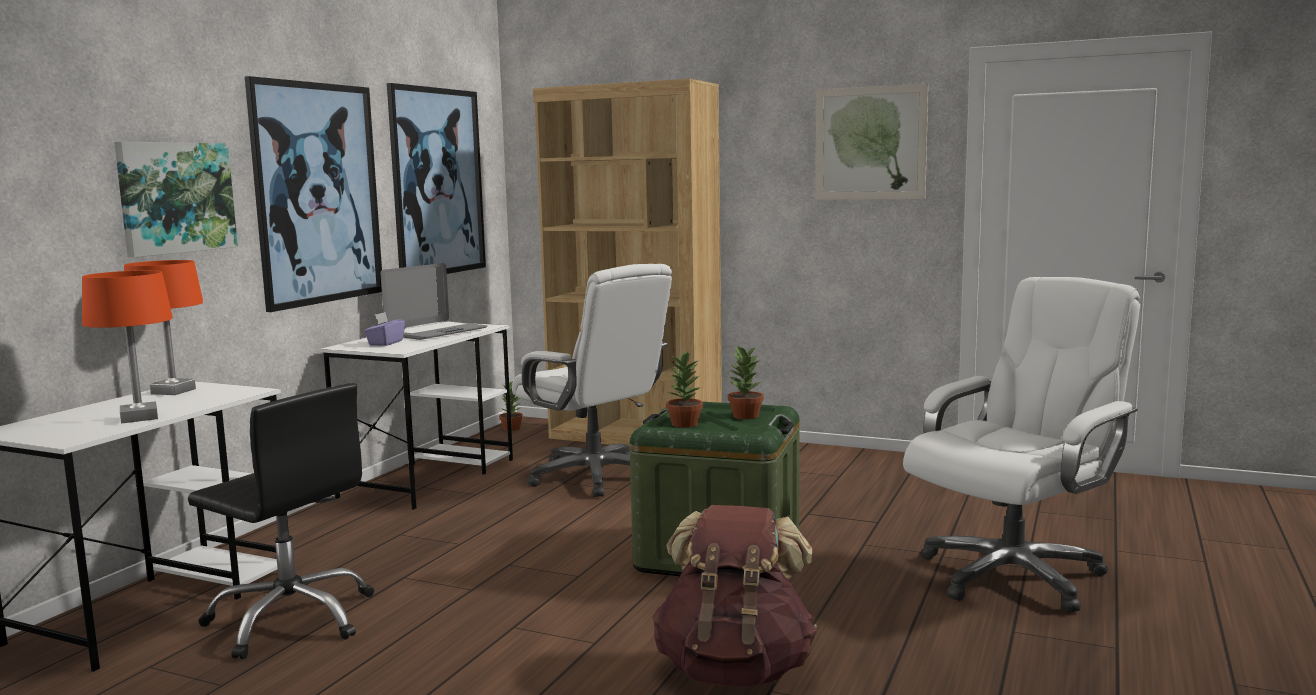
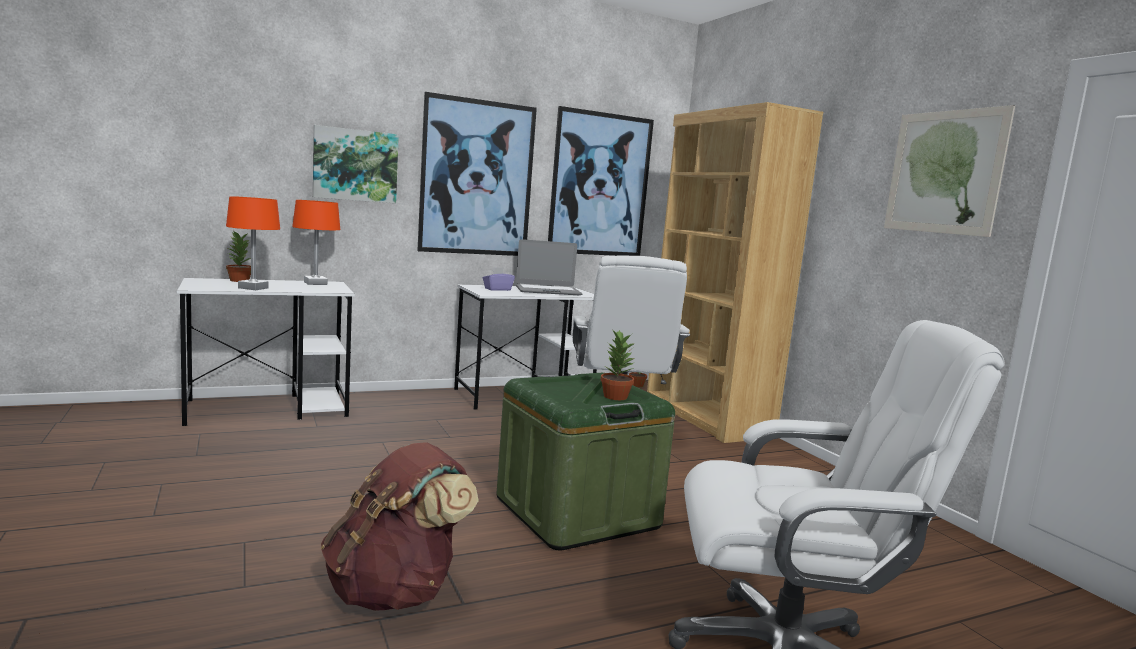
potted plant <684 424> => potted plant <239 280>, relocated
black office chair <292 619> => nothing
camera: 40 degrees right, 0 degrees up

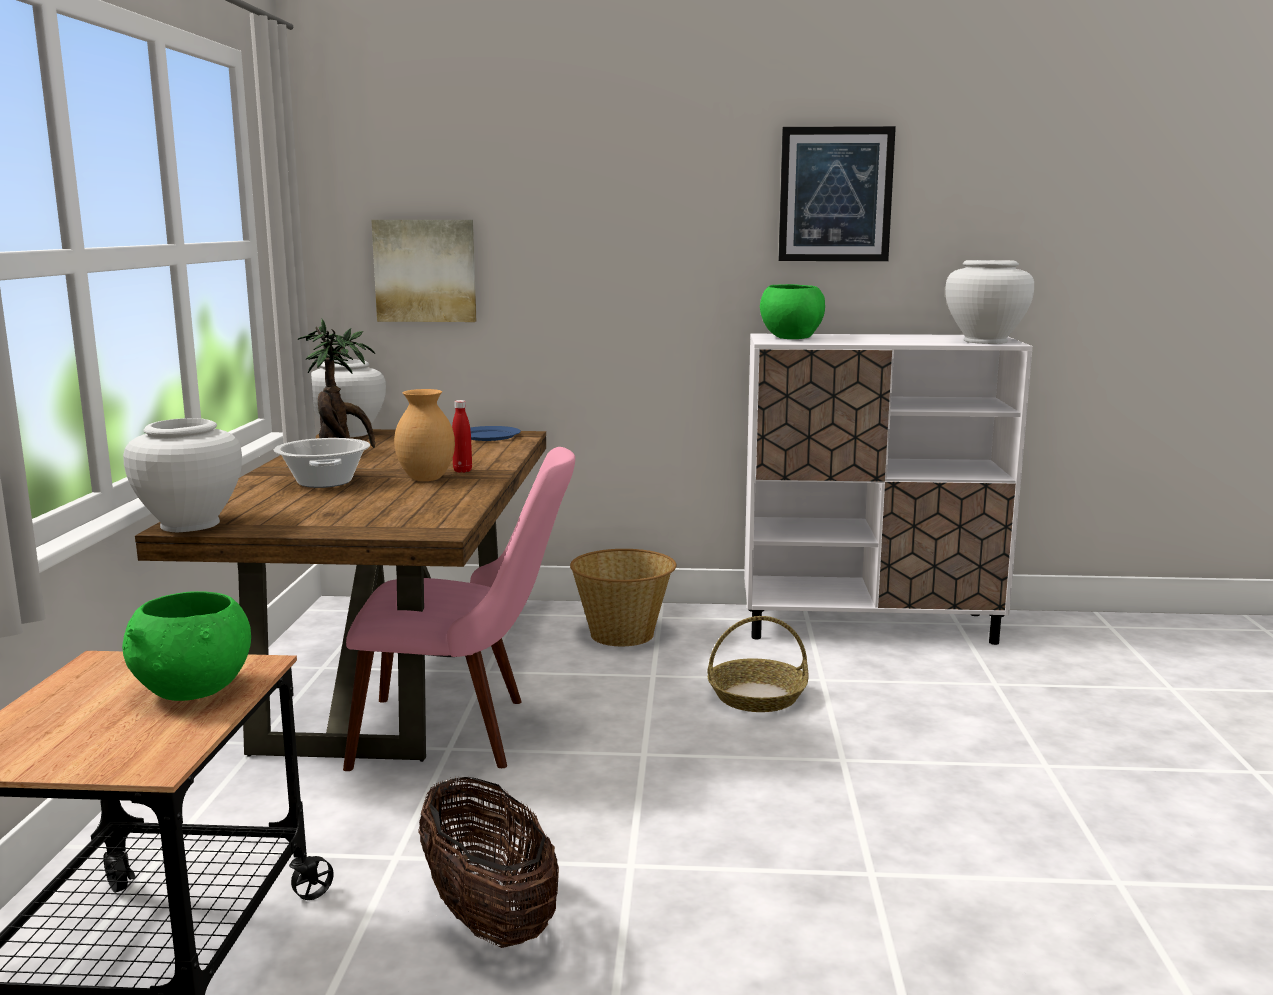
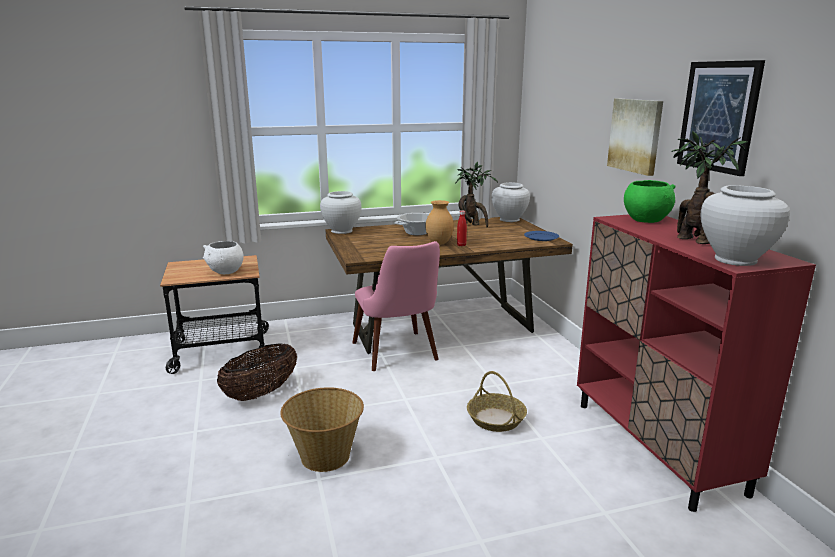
green bowl <194 691> => white bowl <225 272>
basket <623 635> => basket <325 457>, relocated
white cabinet <869 626> => red cabinet <657 446>
picture <425 270> => picture <636 135>, relocated
nothing => potted plant <691 240>
camera: 70 degrees right, 5 degrees up

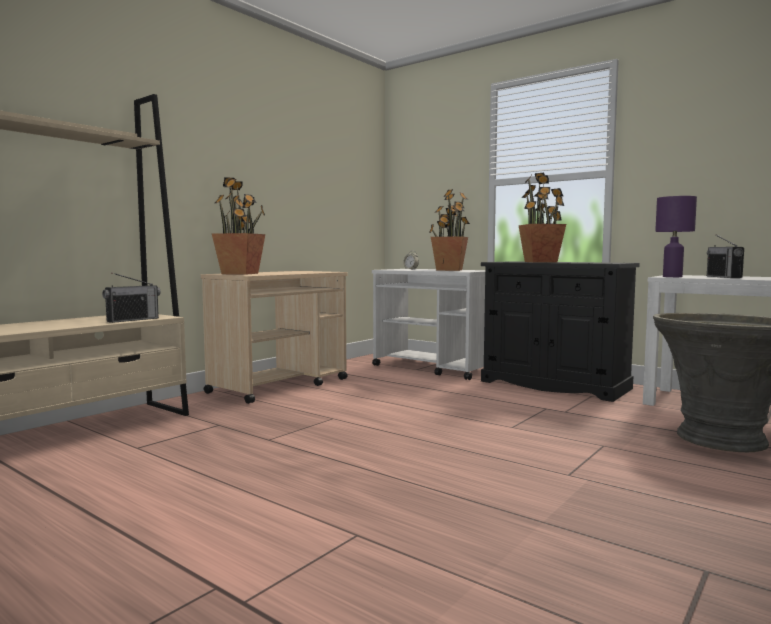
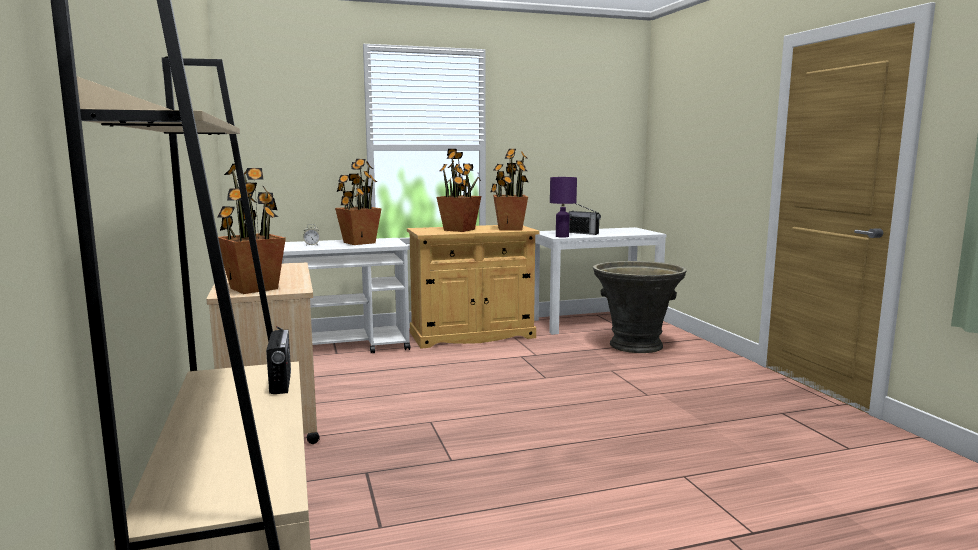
black cabinet <554 385> => beige cabinet <472 335>
nothing => potted plant <509 229>
camera: 55 degrees left, 5 degrees up

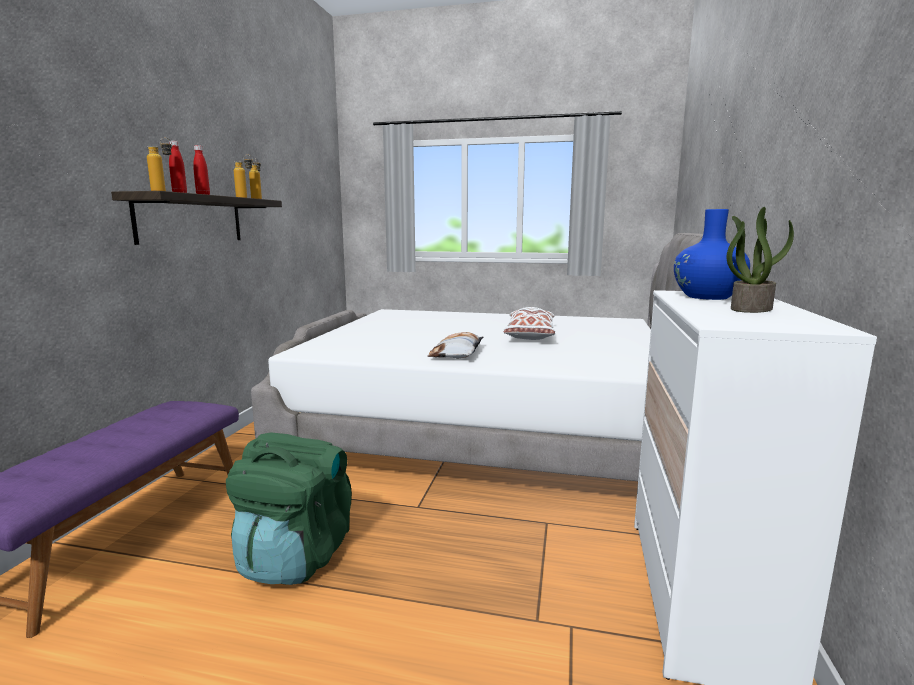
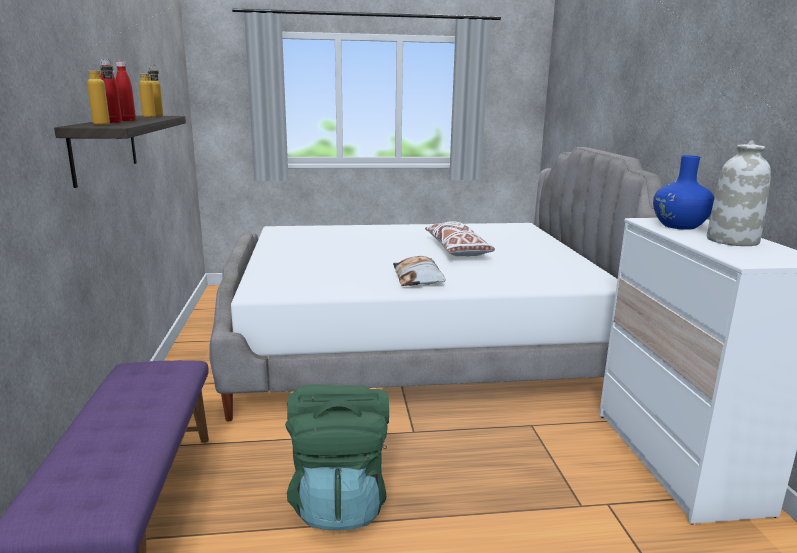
potted plant <750 309> => white vase <731 240>
camera: 20 degrees left, 5 degrees up

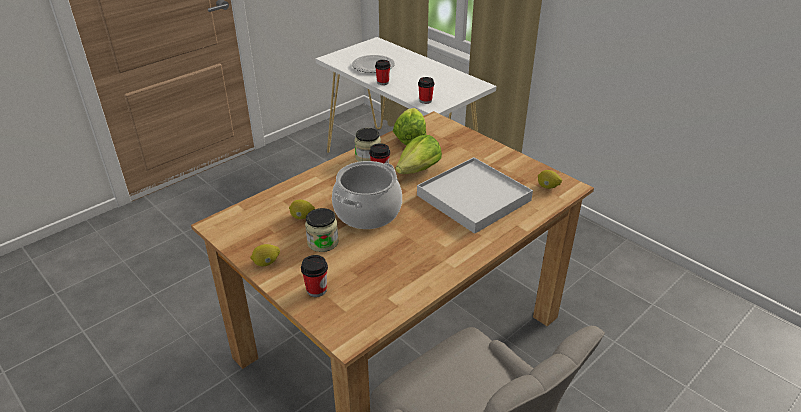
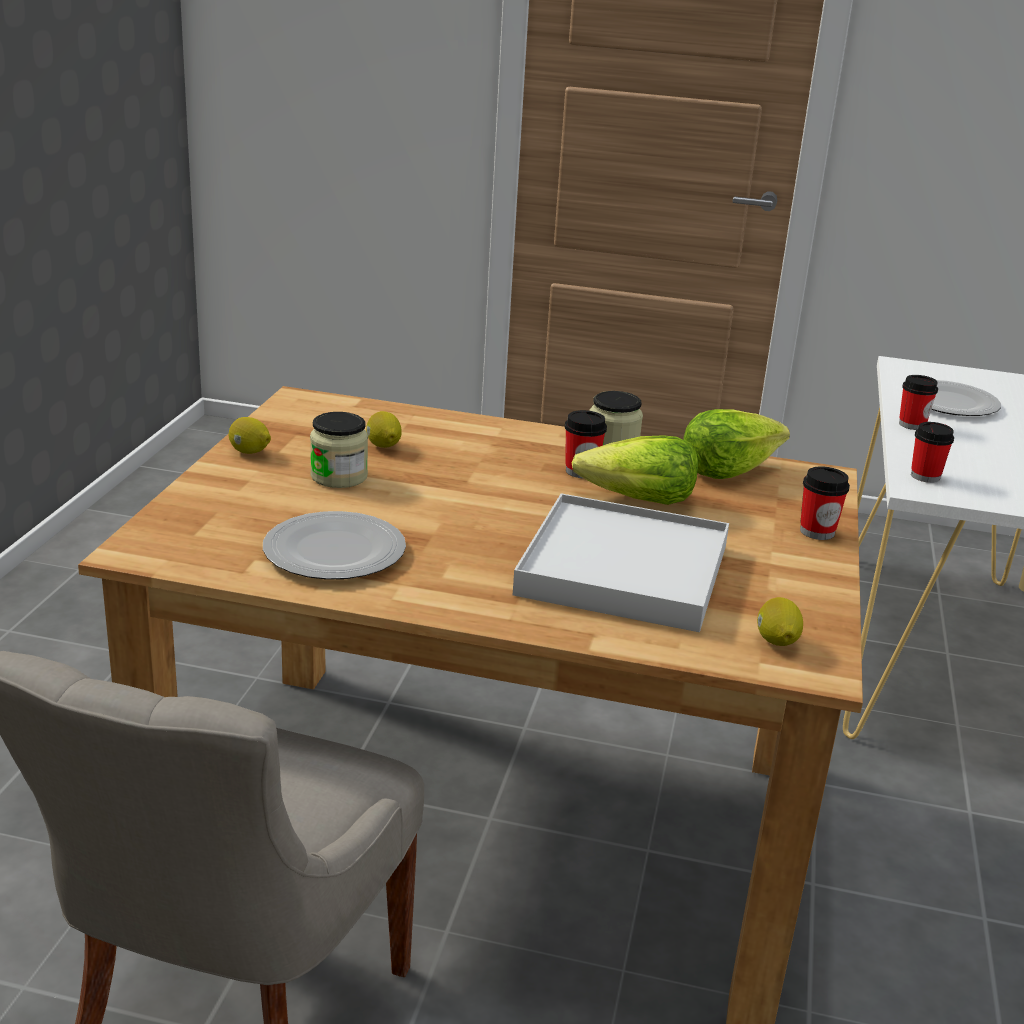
nothing => plate <335 550>
cup <316 290> => cup <817 531>, relocated
cooking pot <367 212> => nothing
camera: 55 degrees right, 10 degrees down

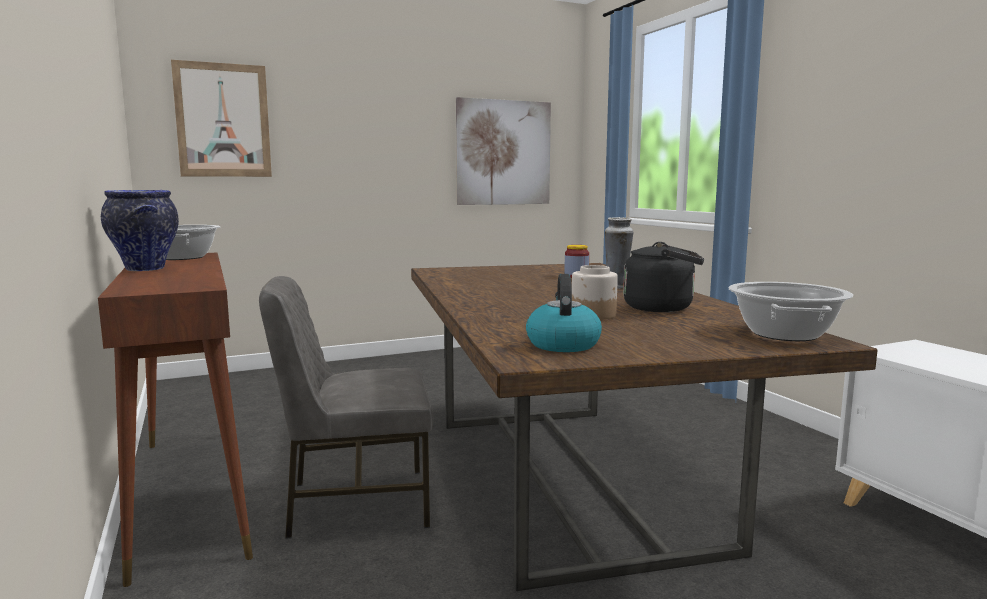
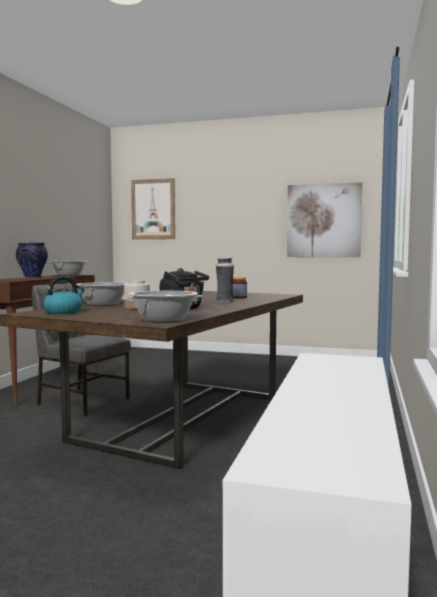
nothing => cooking pot <102 304>
camera: 40 degrees right, 5 degrees down

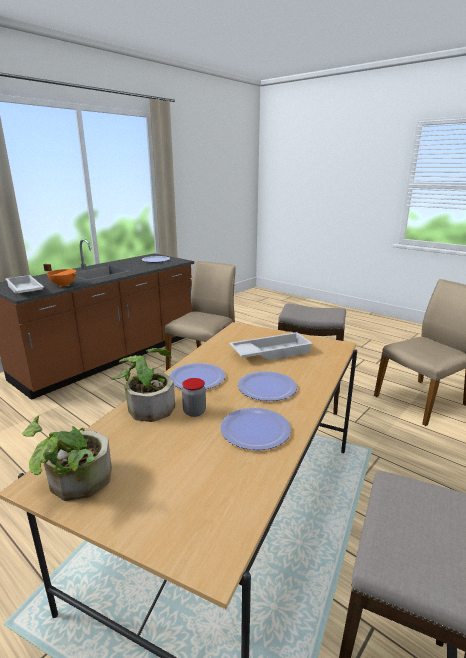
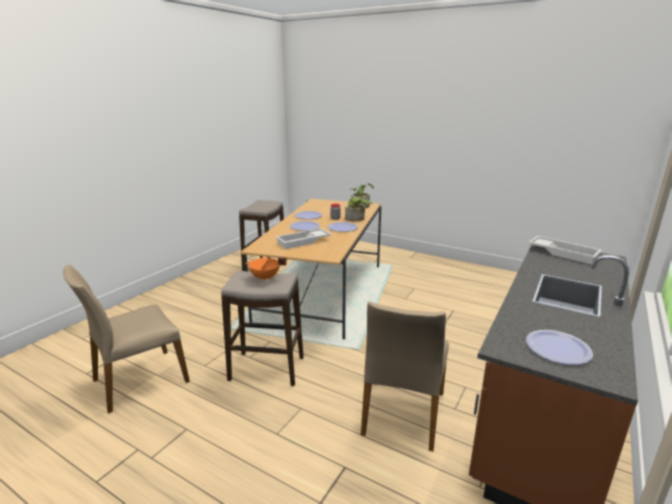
orange cooking pot <64 285> => orange cooking pot <265 278>, relocated
camera: 170 degrees right, 0 degrees up

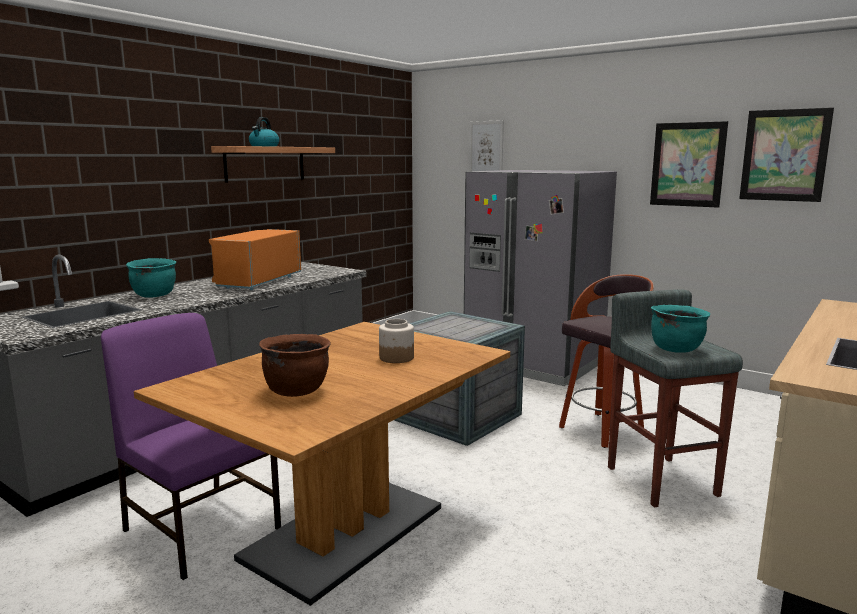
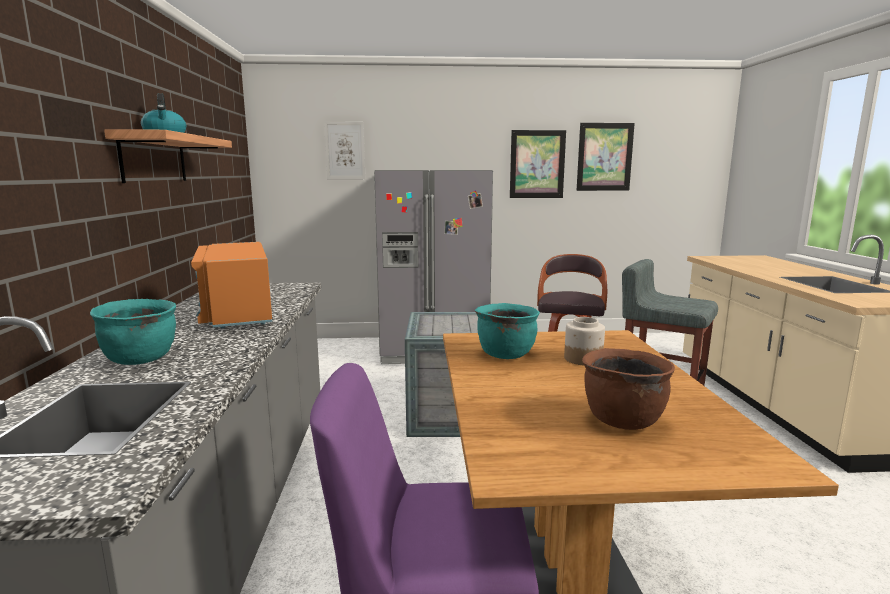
turquoise cooking pot <676 349> => turquoise cooking pot <505 354>, relocated
camera: 40 degrees left, 0 degrees up

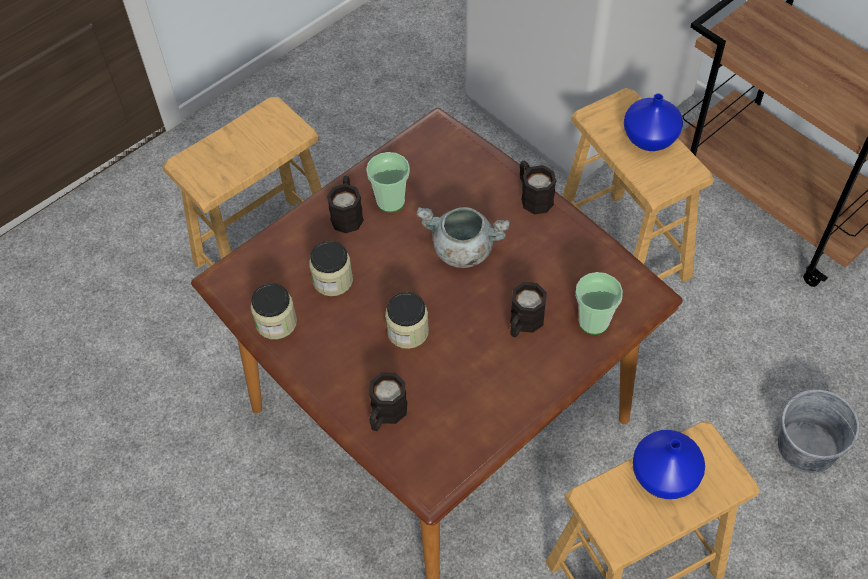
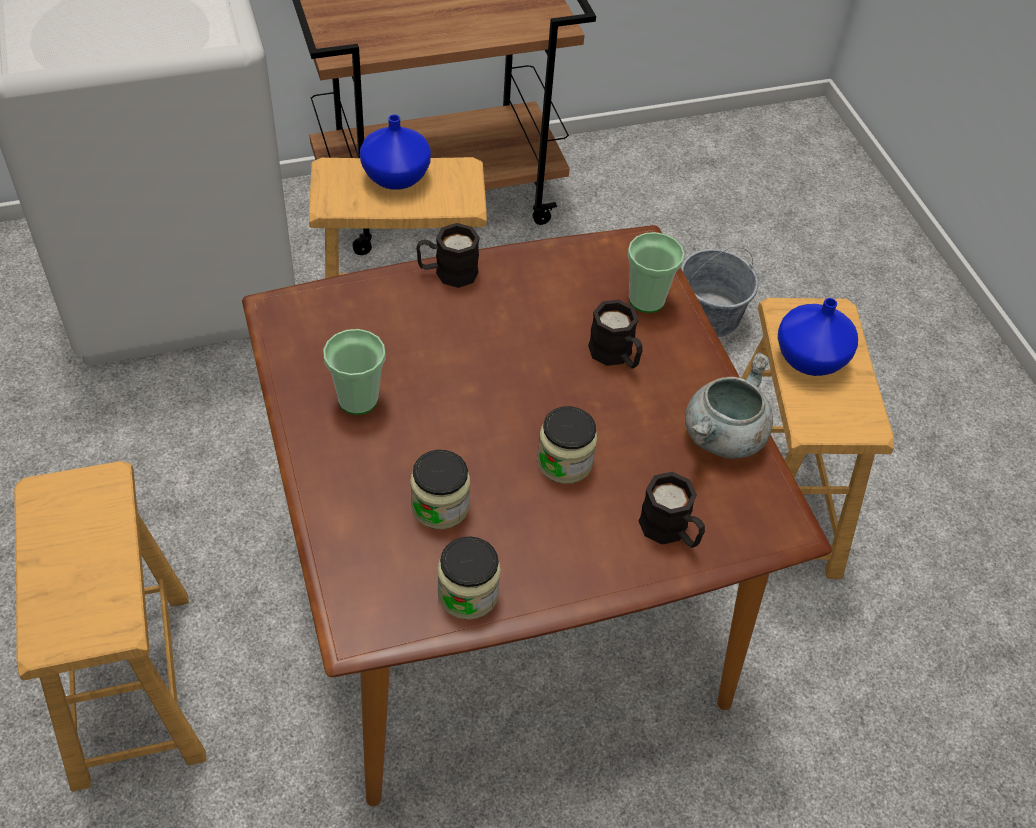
grey cooking pot <462 250> => grey cooking pot <723 437>, relocated
black mug <347 214> => nothing
camera: 70 degrees left, 5 degrees down

